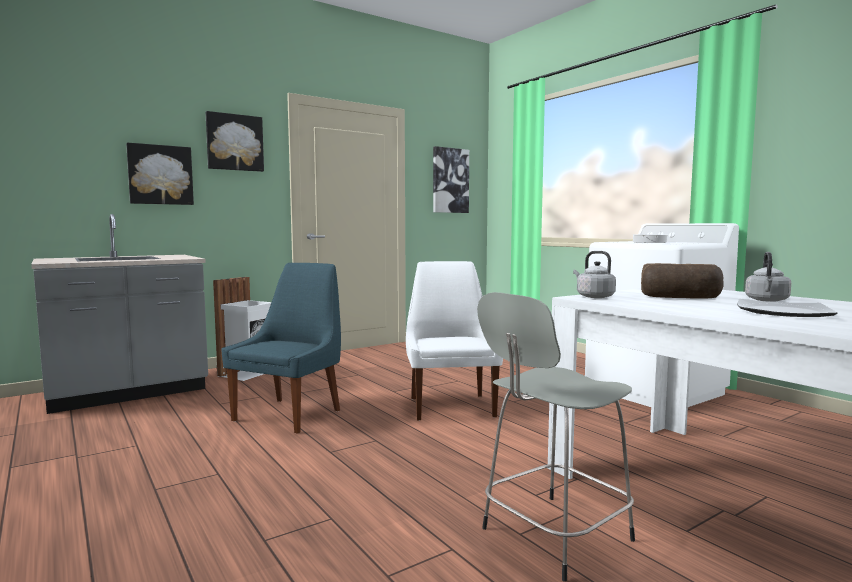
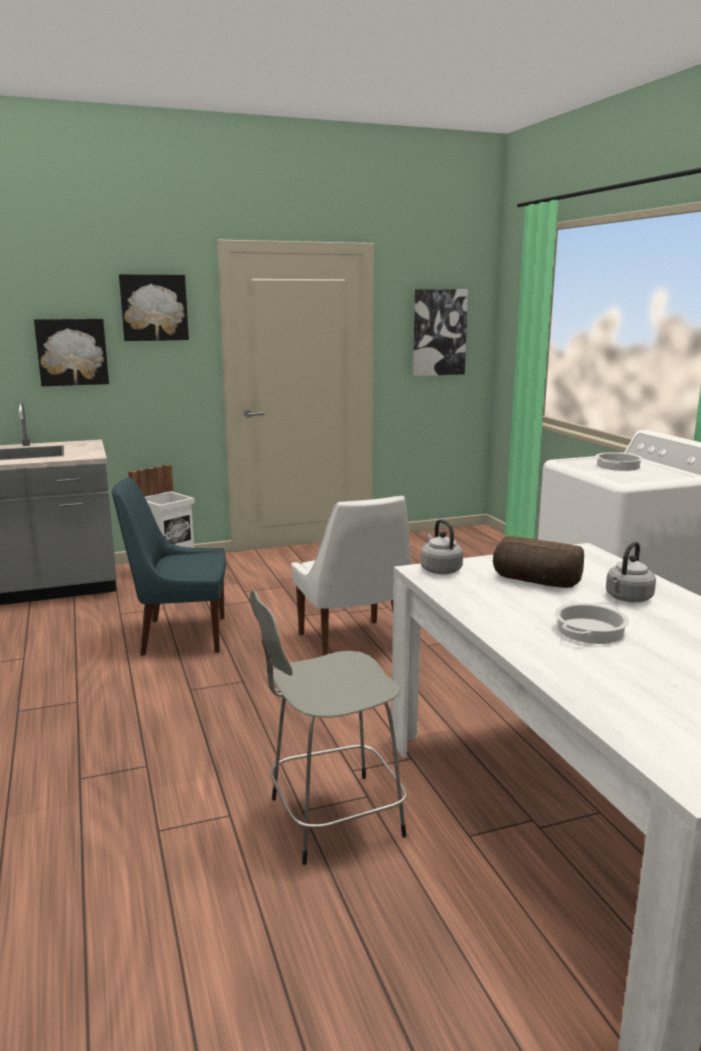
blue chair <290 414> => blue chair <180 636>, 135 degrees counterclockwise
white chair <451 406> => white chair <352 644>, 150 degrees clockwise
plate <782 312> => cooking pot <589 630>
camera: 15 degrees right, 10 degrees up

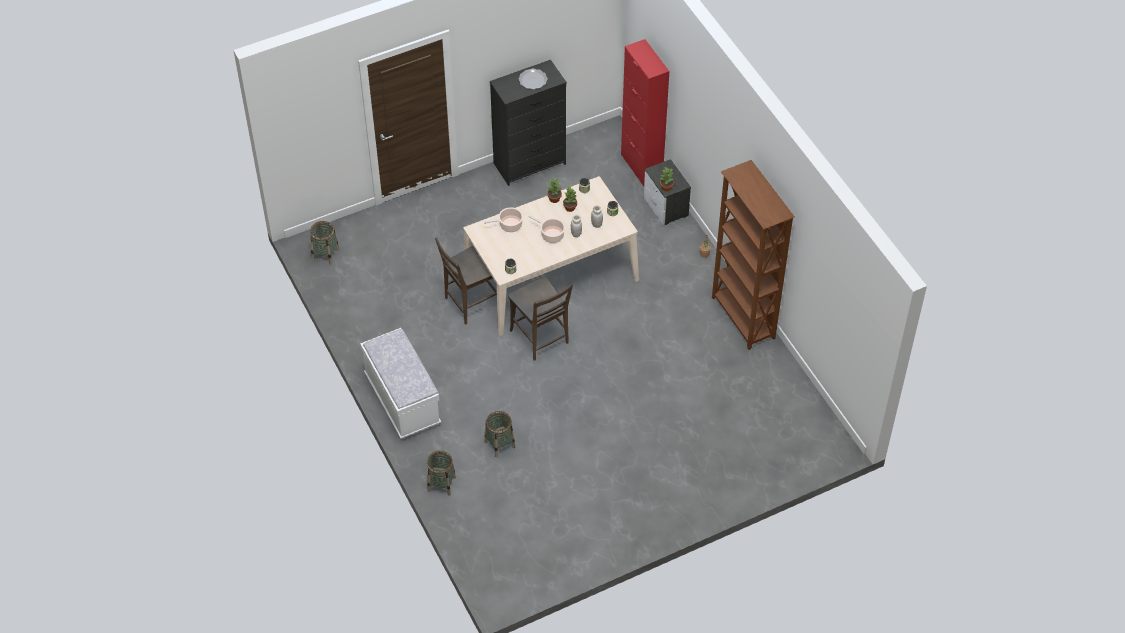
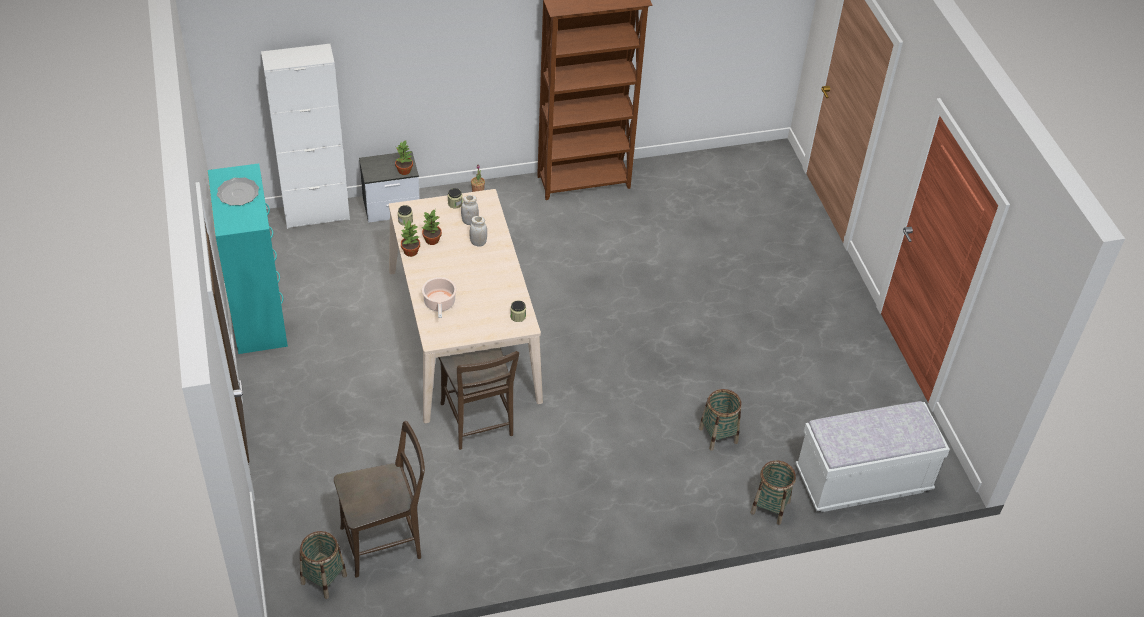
black dresser <530 163> => turquoise dresser <258 316>
red cabinet <641 167> => white cabinet <316 214>
brown chair <541 339> => brown chair <386 542>, relocated
white bench <402 400> => white bench <862 481>, relocated
cooking pot <551 235> => nothing
camera: 80 degrees left, 5 degrees down

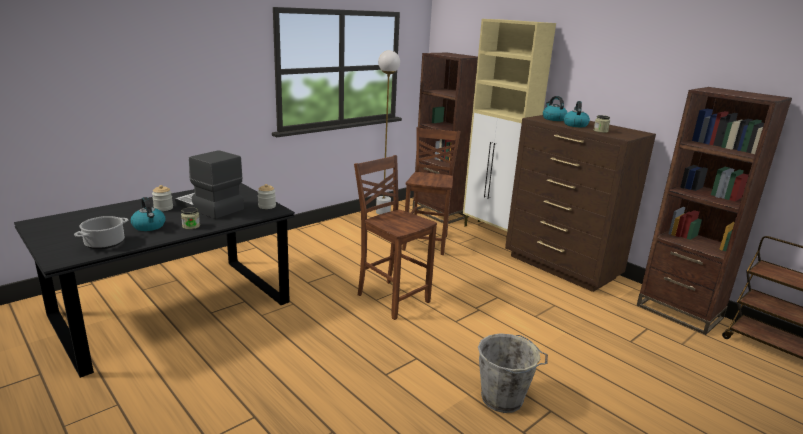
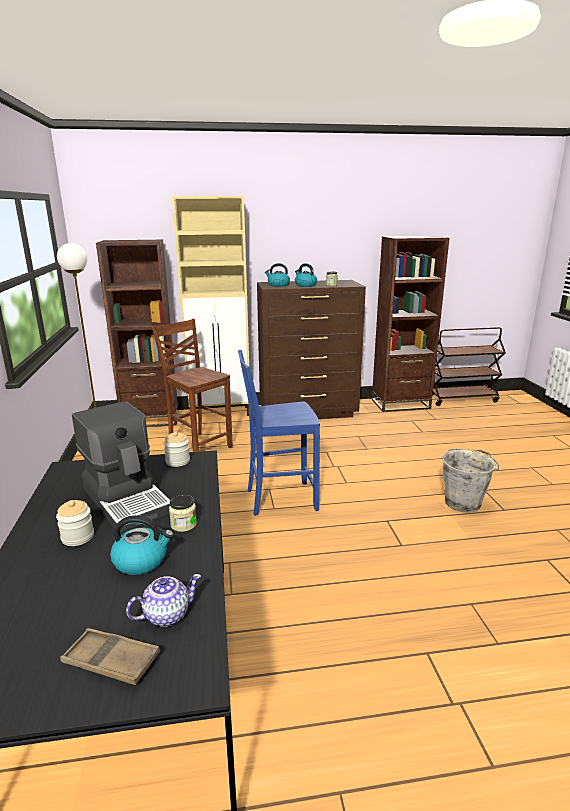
nothing => brown tray <111 661>
coffee machine <209 207> => coffee machine <128 499>, 105 degrees counterclockwise
cooking pot <105 243> => teapot <166 615>
brown chair <391 298> => blue chair <279 499>
camera: 55 degrees left, 0 degrees up

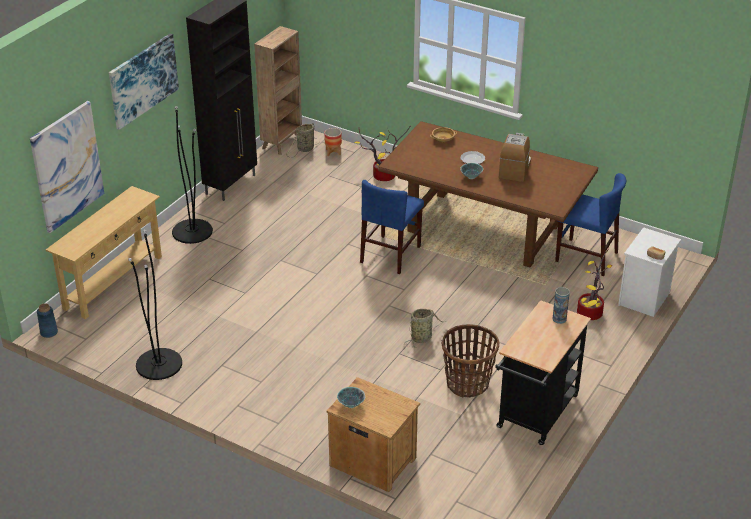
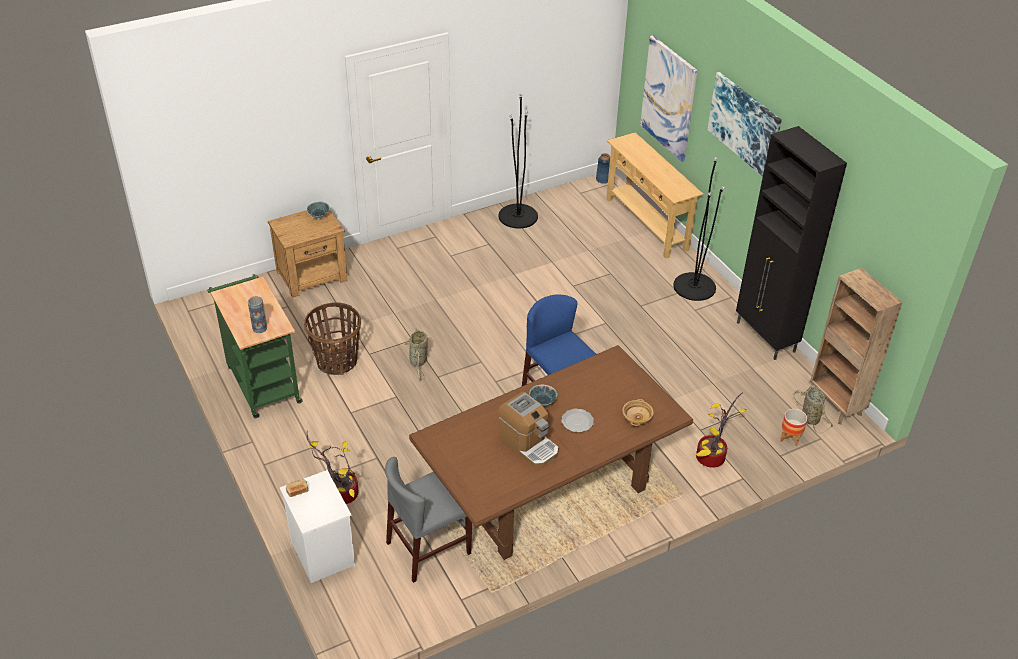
black cart <535 416> => green cart <261 381>
blue chair <586 257> => grey chair <428 548>
camera: 120 degrees right, 5 degrees up

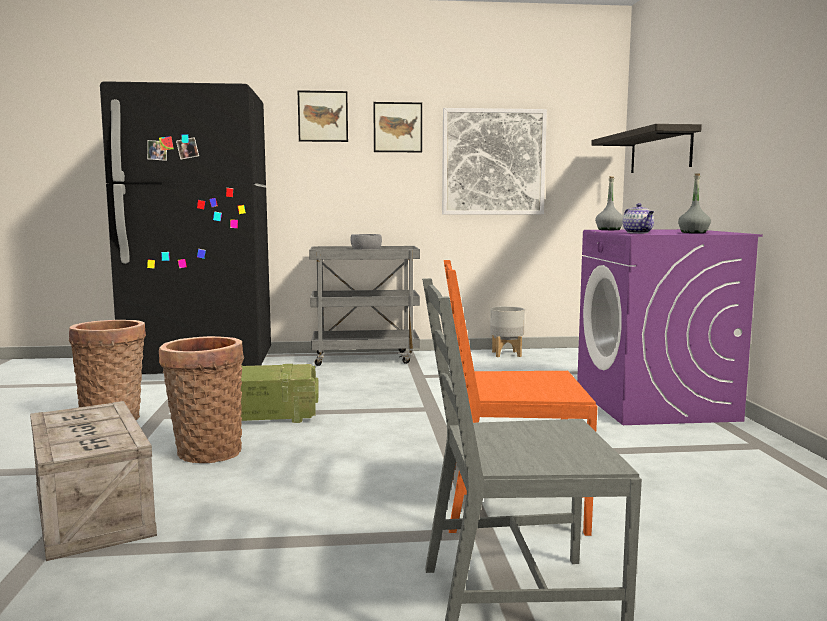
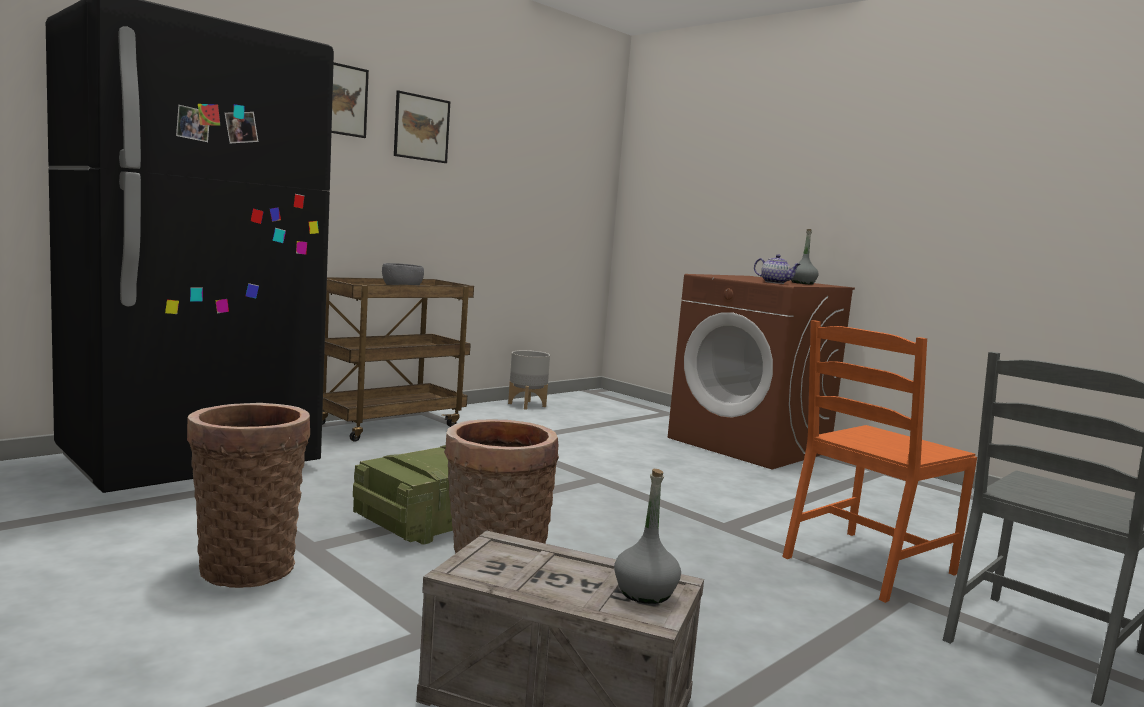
grey cart <366 358> => brown cart <391 424>
grey bottle <609 230> => grey bottle <645 592>, relocated
purple washing machine <655 404> => brown washing machine <750 445>
picture <493 162> => nothing
shelf <660 151> => nothing
camera: 40 degrees left, 0 degrees up

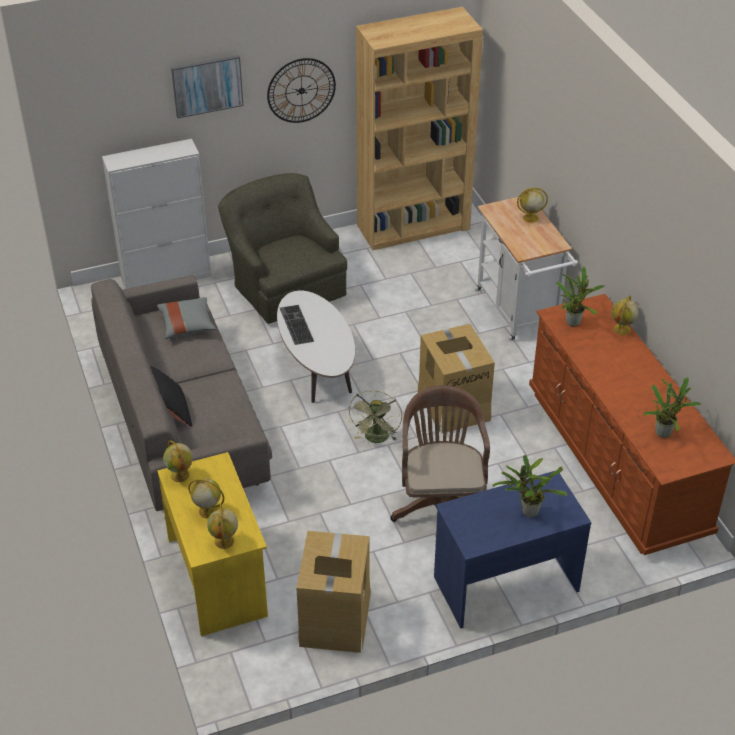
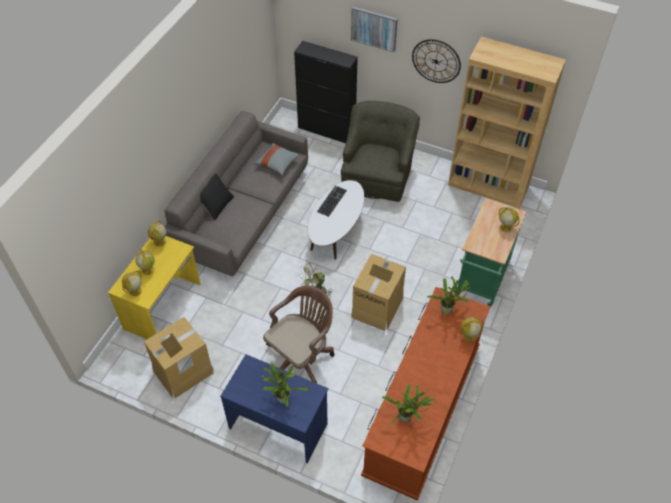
white cabinet <167 278> => black cabinet <327 130>
white cart <519 314> => green cart <481 281>
camera: 45 degrees right, 10 degrees up

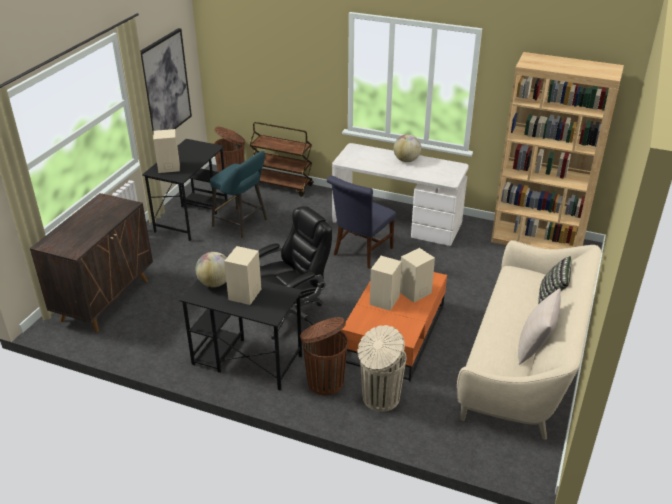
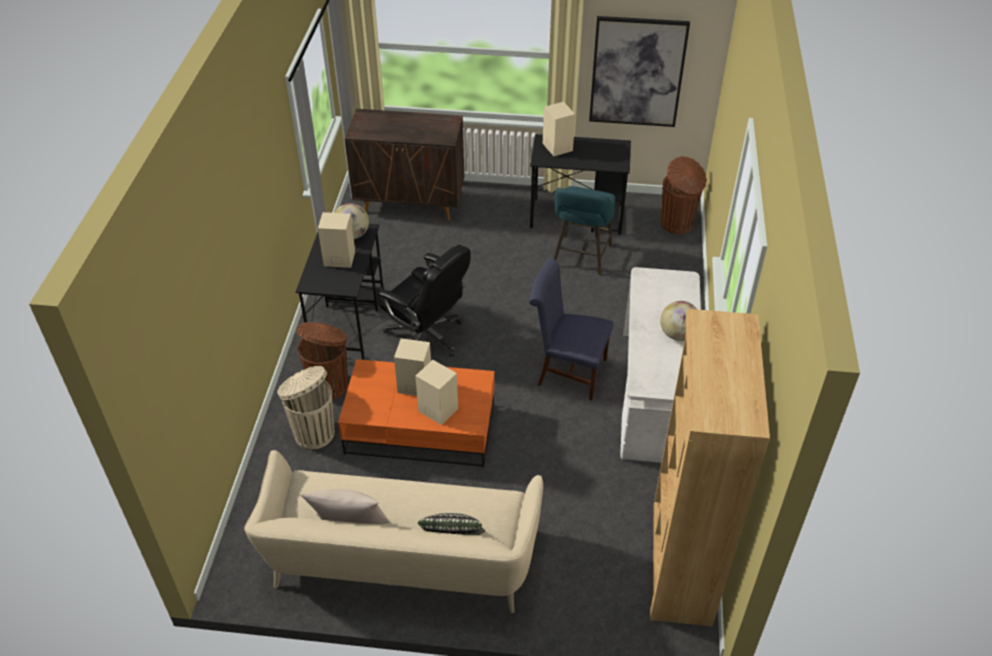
brown cart <282 185> => nothing
camera: 75 degrees right, 10 degrees up

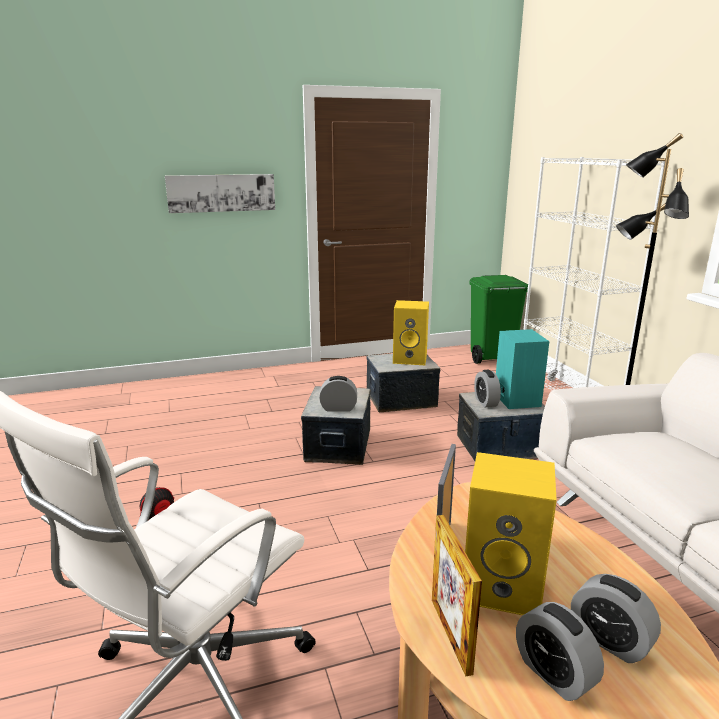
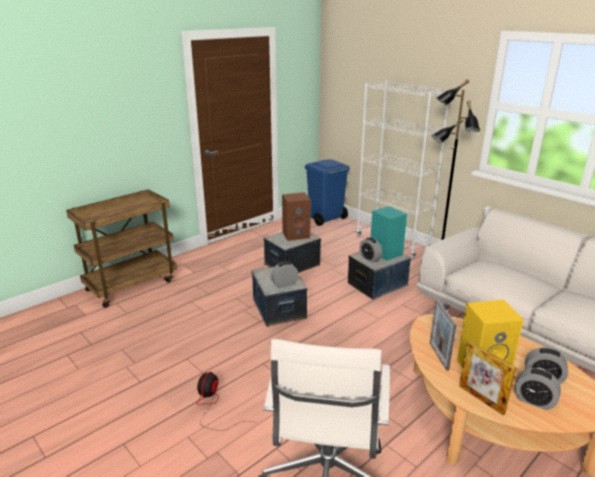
nothing => brown cart <132 284>
yellow speaker <411 359> => brown speaker <296 235>
green trash can <491 358> => blue trash can <325 219>
picture <221 193> => nothing
camera: 25 degrees left, 5 degrees up

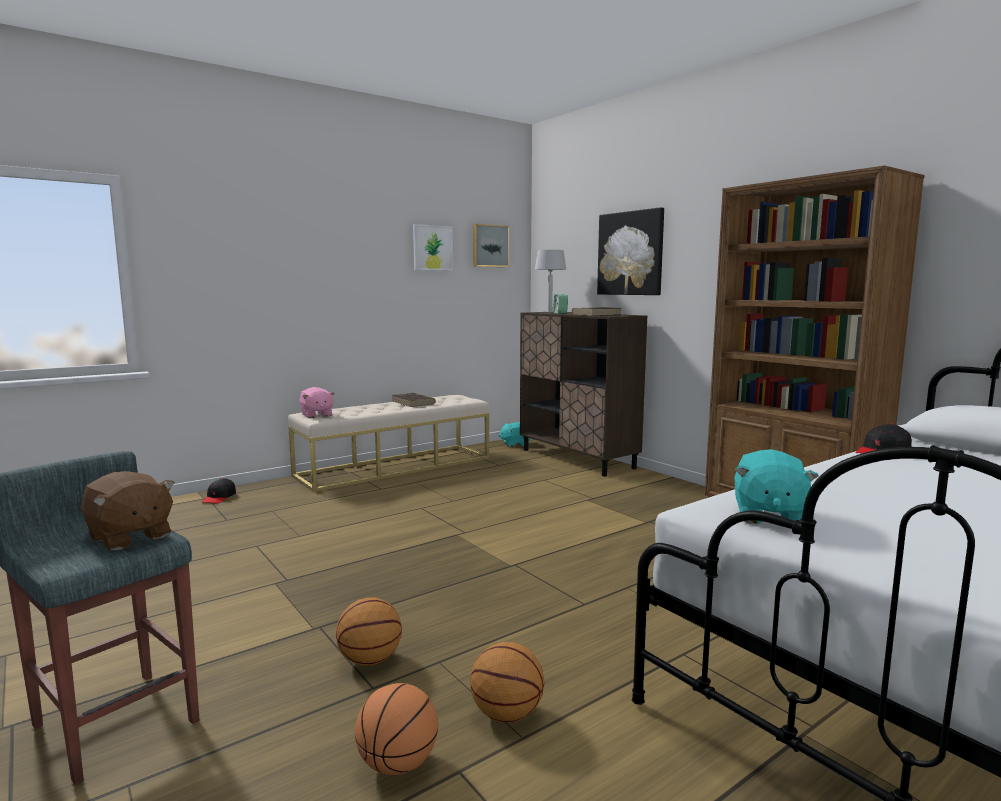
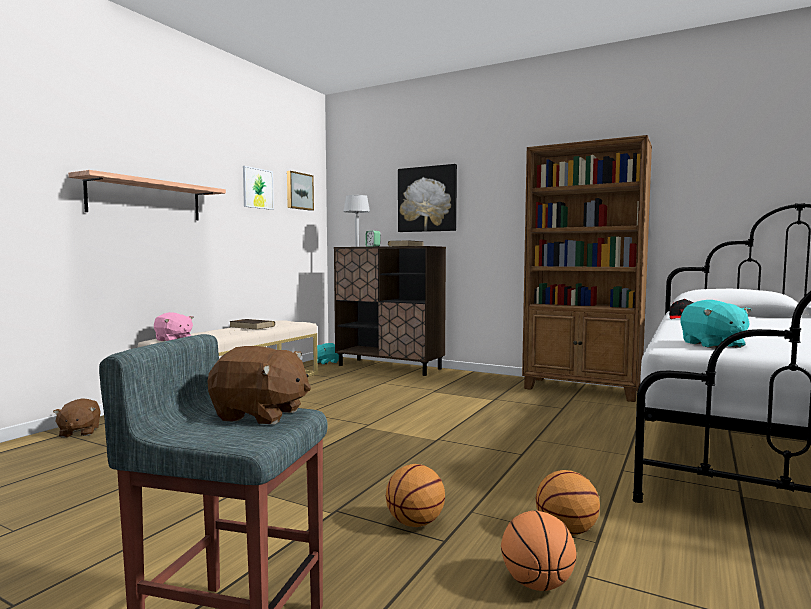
black cap <219 497> => brown plush toy <79 432>
nothing => shelf <146 199>
camera: 25 degrees left, 5 degrees down

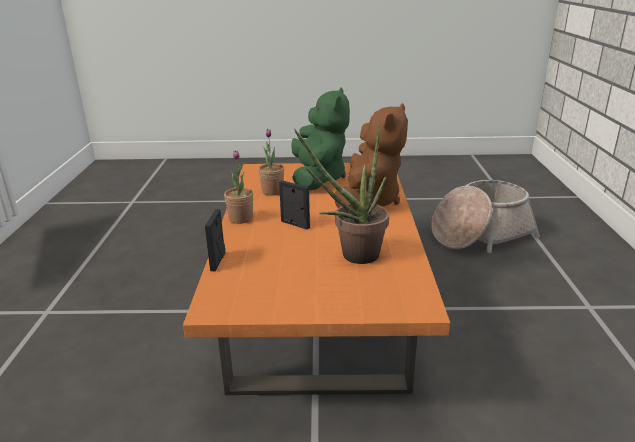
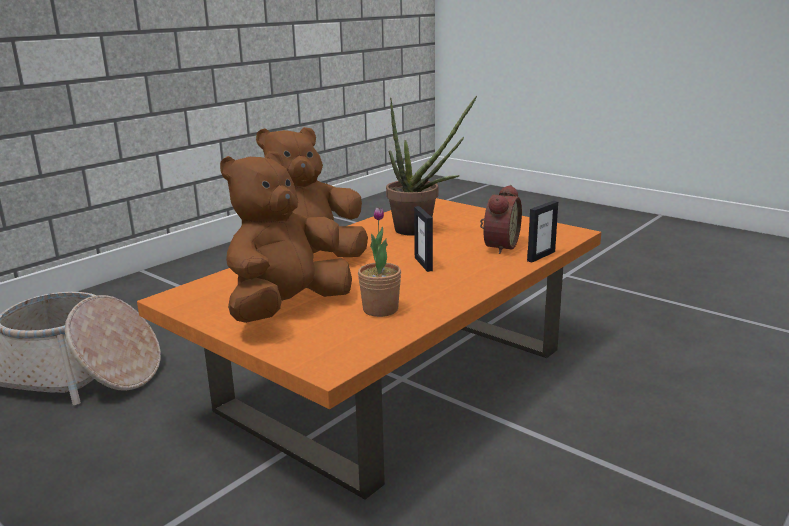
green plush toy <318 178> => brown plush toy <287 308>
nothing => alarm clock <498 246>
potted plant <240 219> => nothing
camera: 140 degrees left, 5 degrees down

